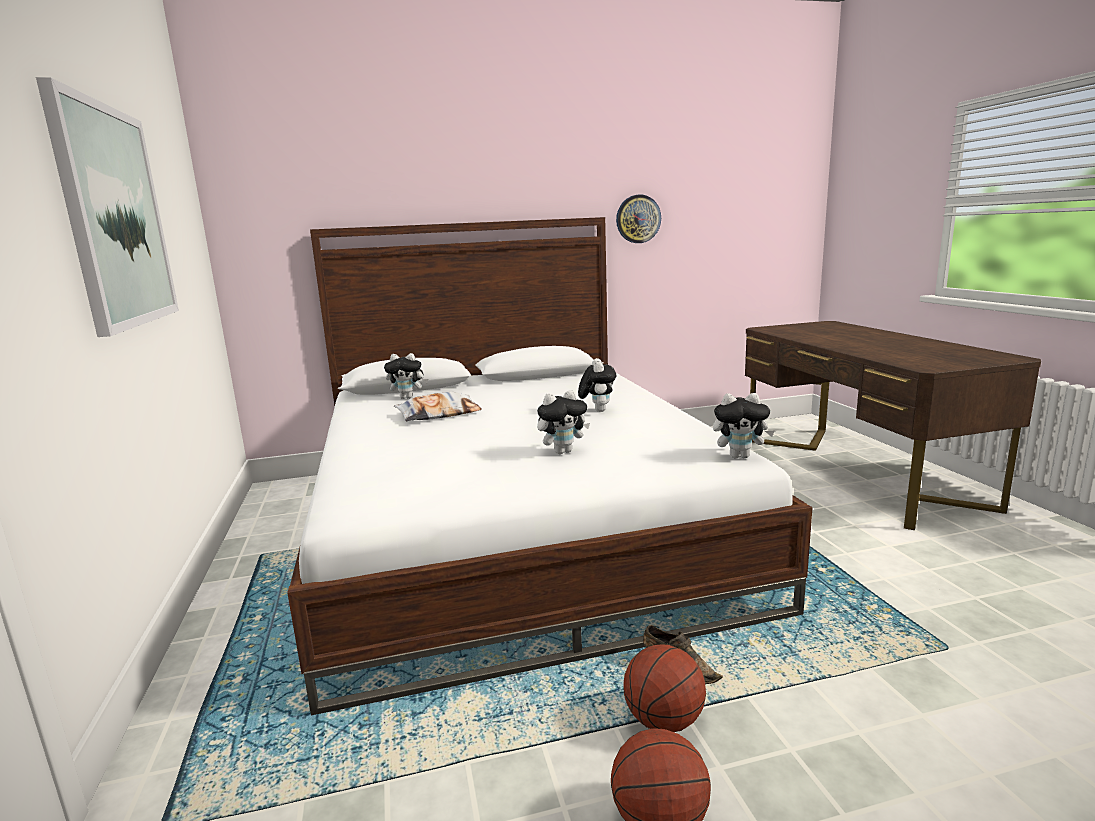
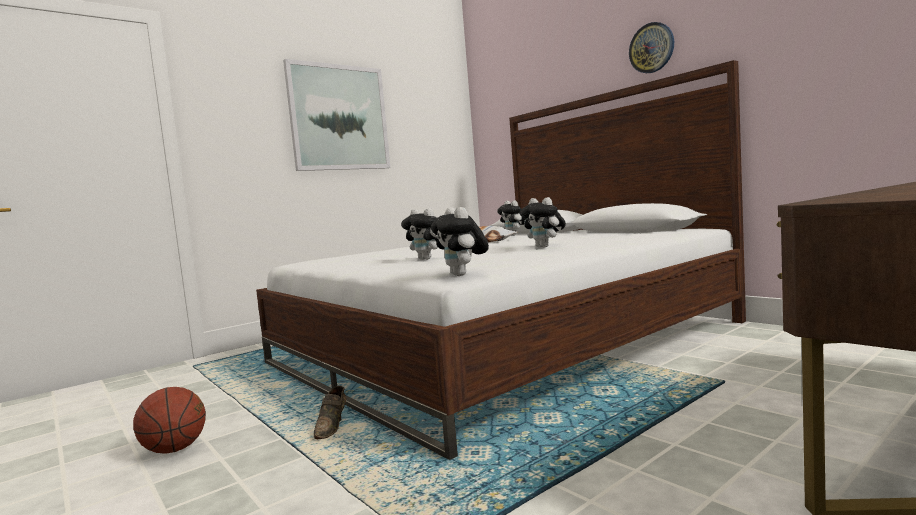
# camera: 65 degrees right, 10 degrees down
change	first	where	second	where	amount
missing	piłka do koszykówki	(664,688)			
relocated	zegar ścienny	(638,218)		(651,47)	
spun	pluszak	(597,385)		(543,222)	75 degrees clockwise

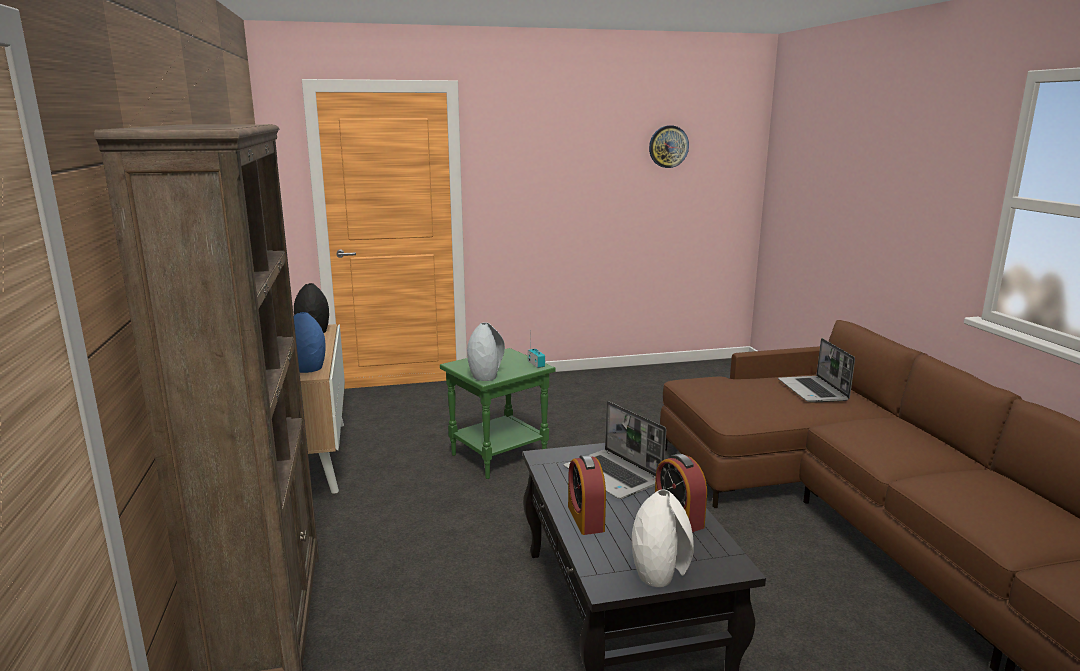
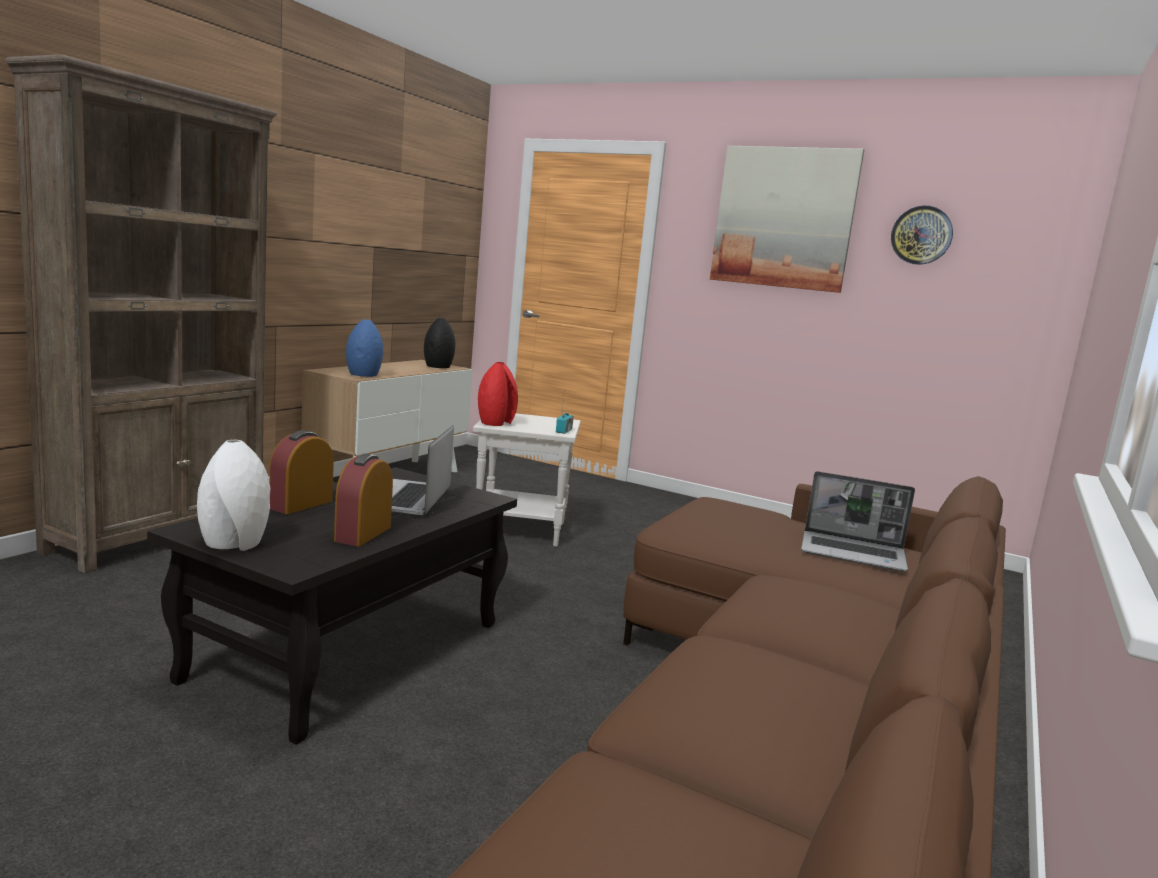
# camera: 40 degrees right, 5 degrees down
change	first	where	second	where	amount
appeared			obraz	(787,219)	
colour	stolik/zielony	(498,413)	stolik/biały	(527,480)	
colour	wazon/szary	(486,351)	wazon/czerwony	(498,394)	
spun	laptop	(816,370)		(858,521)	105 degrees counterclockwise

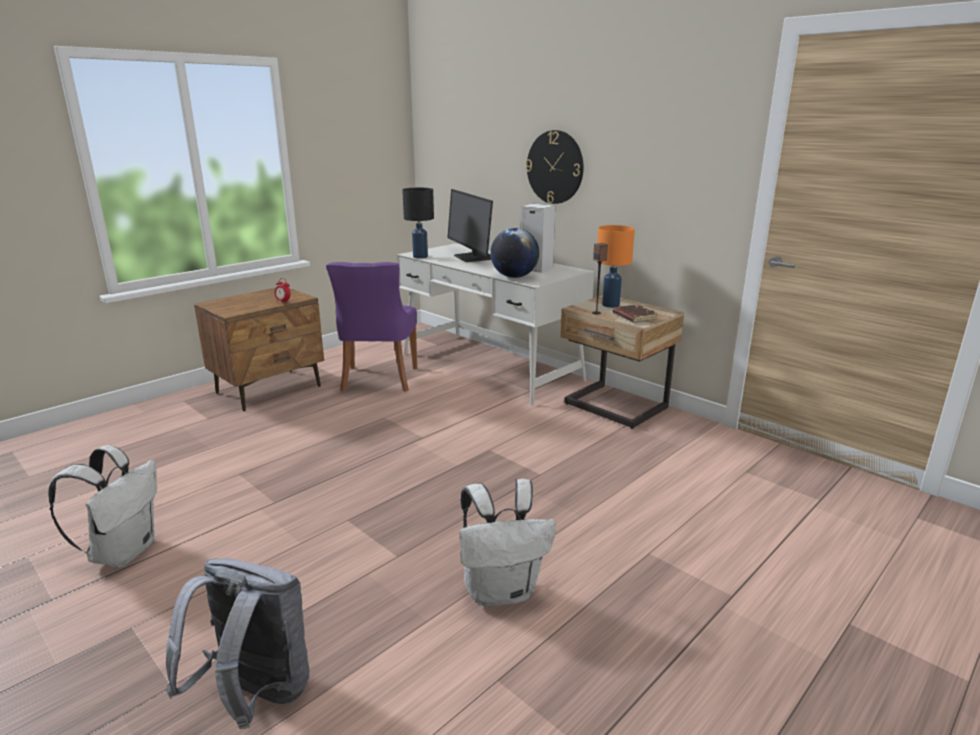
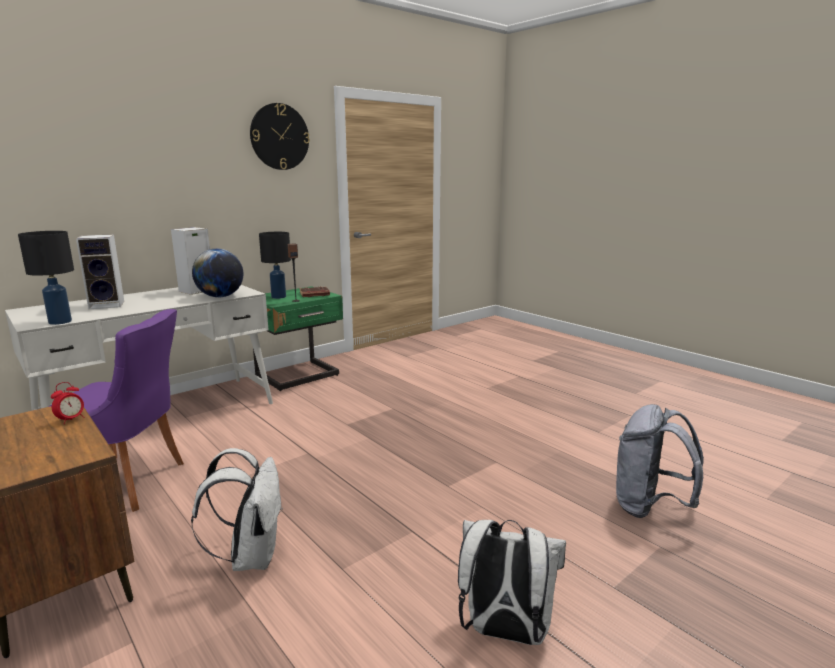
# camera: 85 degrees left, 5 degrees down
change	first	where	second	where	amount
relocated	plecak/biały	(508,543)		(237,509)	
relocated	zegar ścienny	(554,167)		(280,136)	
exchanged	monitor	(470,225)	głośnik	(100,272)	
colour	szafka nocna/beżowy	(622,362)	szafka nocna/zielony	(298,338)	
colour	lampa stołowa/pomarańczowy	(615,266)	lampa stołowa/czarny	(275,265)	

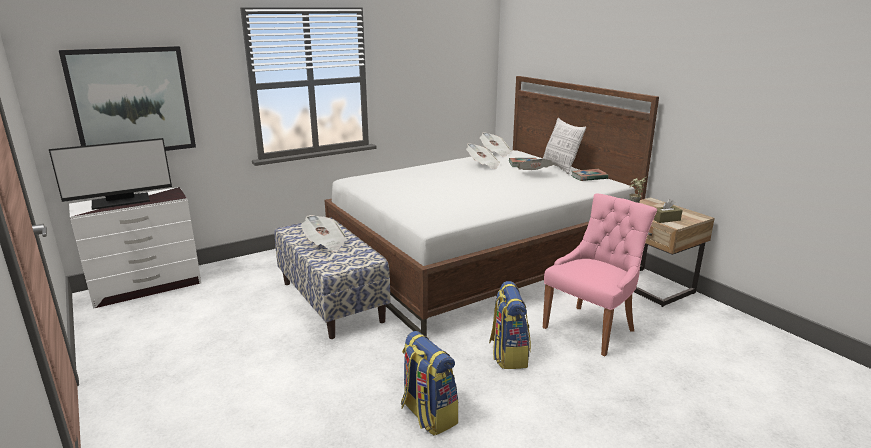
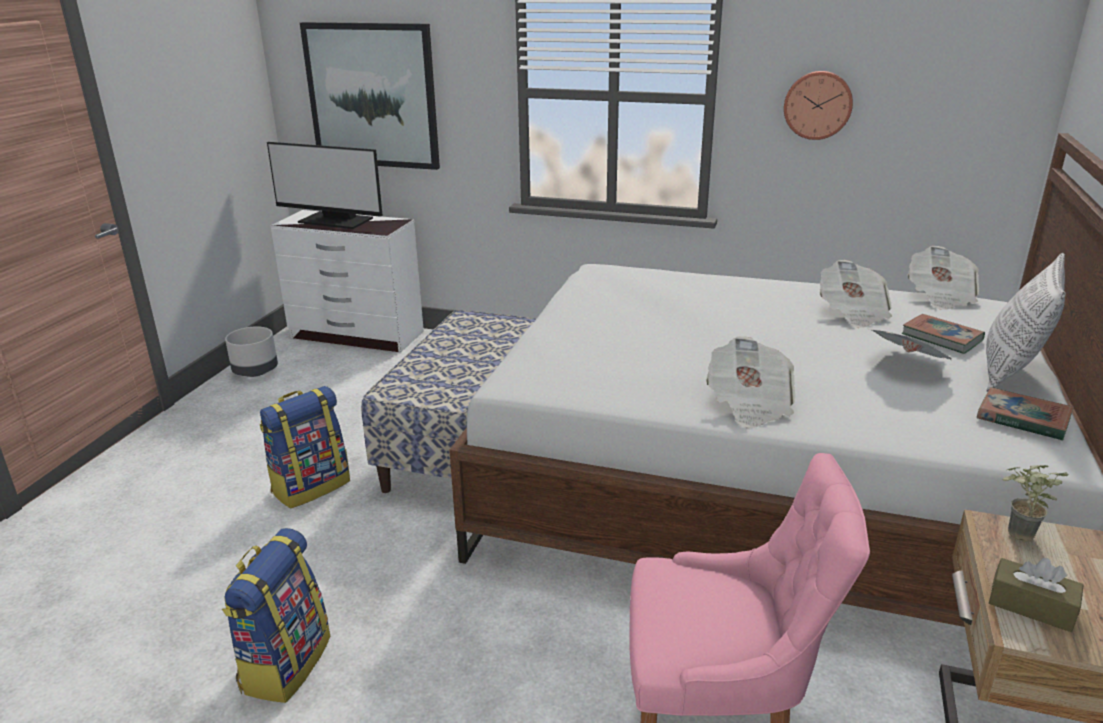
# camera: 50 degrees right, 5 degrees up
change	first	where	second	where	amount
appeared			donica/szary	(251,352)	
appeared			zegar ścienny	(818,105)	
relocated	gazeta	(324,233)		(750,382)	
relocated	plecak	(510,325)		(305,447)	

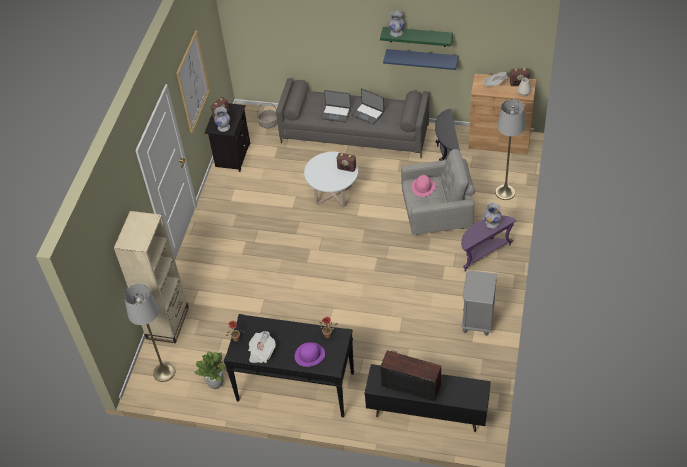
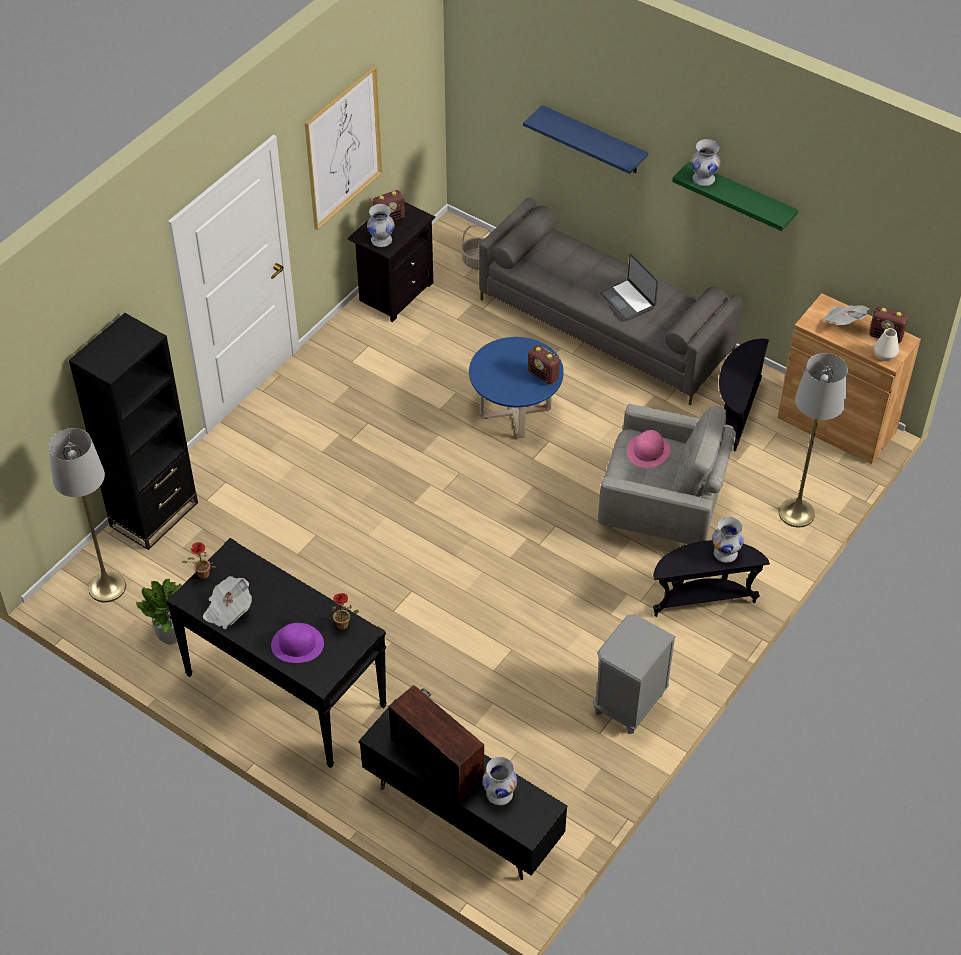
# camera: 20 degrees right, 0 degrees up
change	first	where	second	where	amount
missing	laptop	(336,106)			
appeared			wazon/biały	(499,781)	
relocated	półka/niebieski	(420,59)		(585,139)	
colour	regał/beżowy	(151,277)	regał/czarny	(133,431)	
colour	ława/biały	(331,179)	ława/niebieski	(516,387)	
colour	stolik/fioletowy	(489,243)	stolik/czarny	(711,578)	

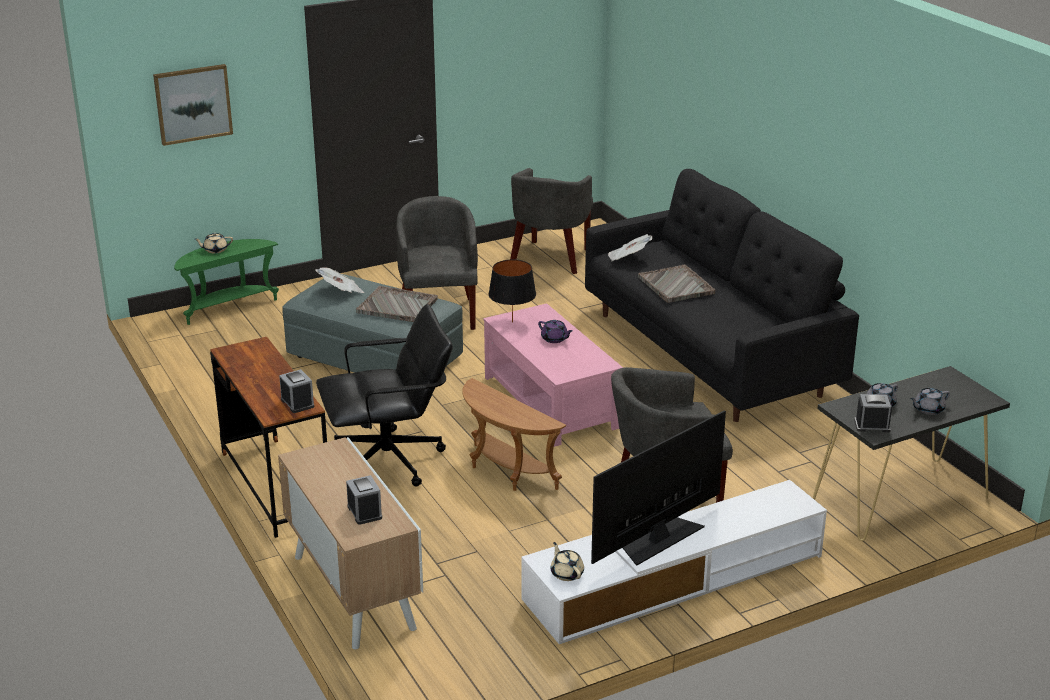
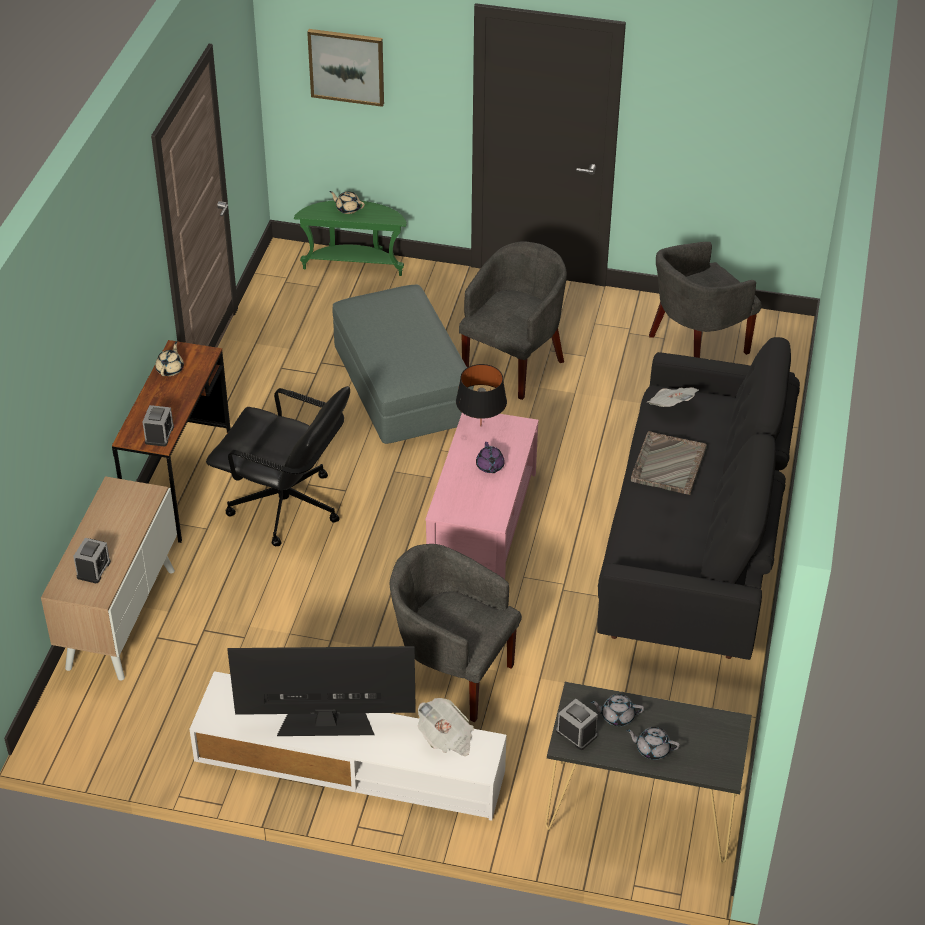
# camera: 40 degrees right, 15 degrees up
change	first	where	second	where	amount
missing	taca/szary	(397,304)			
missing	stolik/brązowy	(514,434)			
relocated	gazeta	(340,280)		(446,727)	
relocated	imbryk/beżowy	(567,561)		(169,359)	

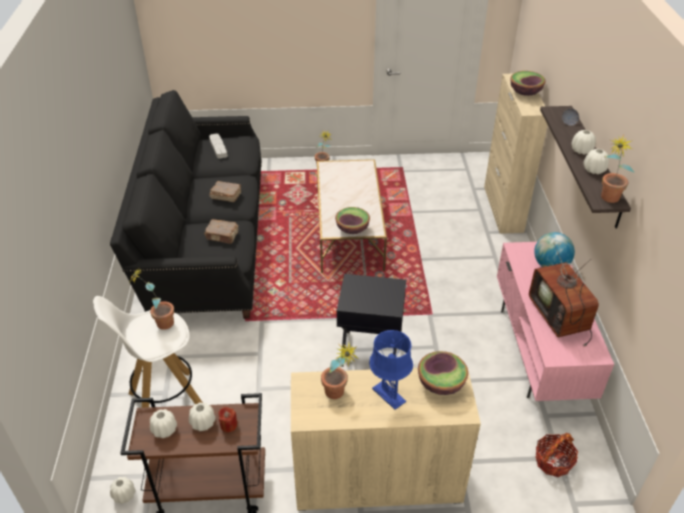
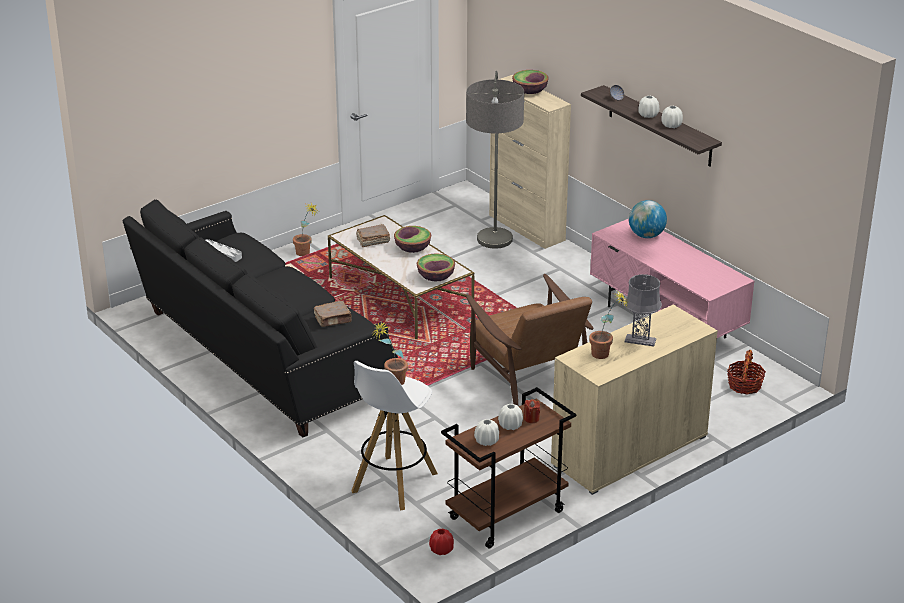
# camera: 35 degrees left, 10 degrees down
change	first	where	second	where	amount
missing	telewizor	(564,295)			
missing	roślina doniczkowa	(617,169)			
appeared			lampa stojąca	(495,160)	
relocated	książka/brązowy	(225,191)		(373,235)	
relocated	miska	(443,373)		(412,239)	
exchanged	stolik/czarny	(371,320)	fotel/brązowy	(530,340)	
colour	wazon/biały	(123,490)	wazon/czerwony	(441,542)	
colour	lampa stołowa/niebieski	(391,370)	lampa stołowa/szary	(643,310)	

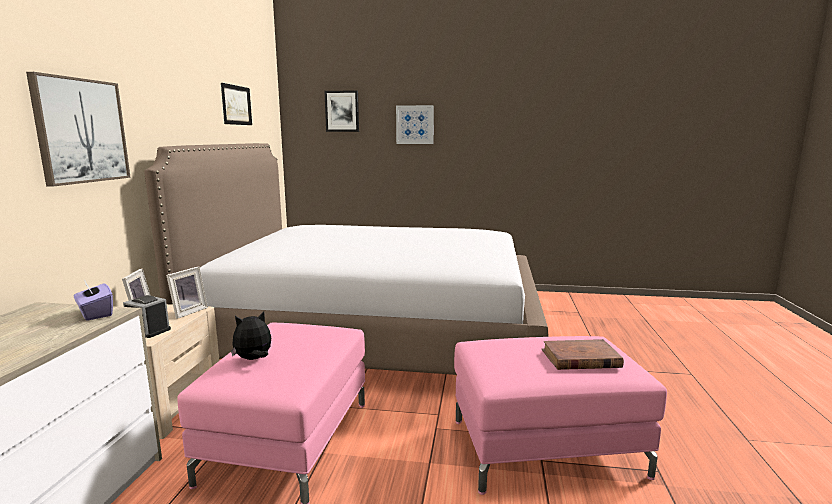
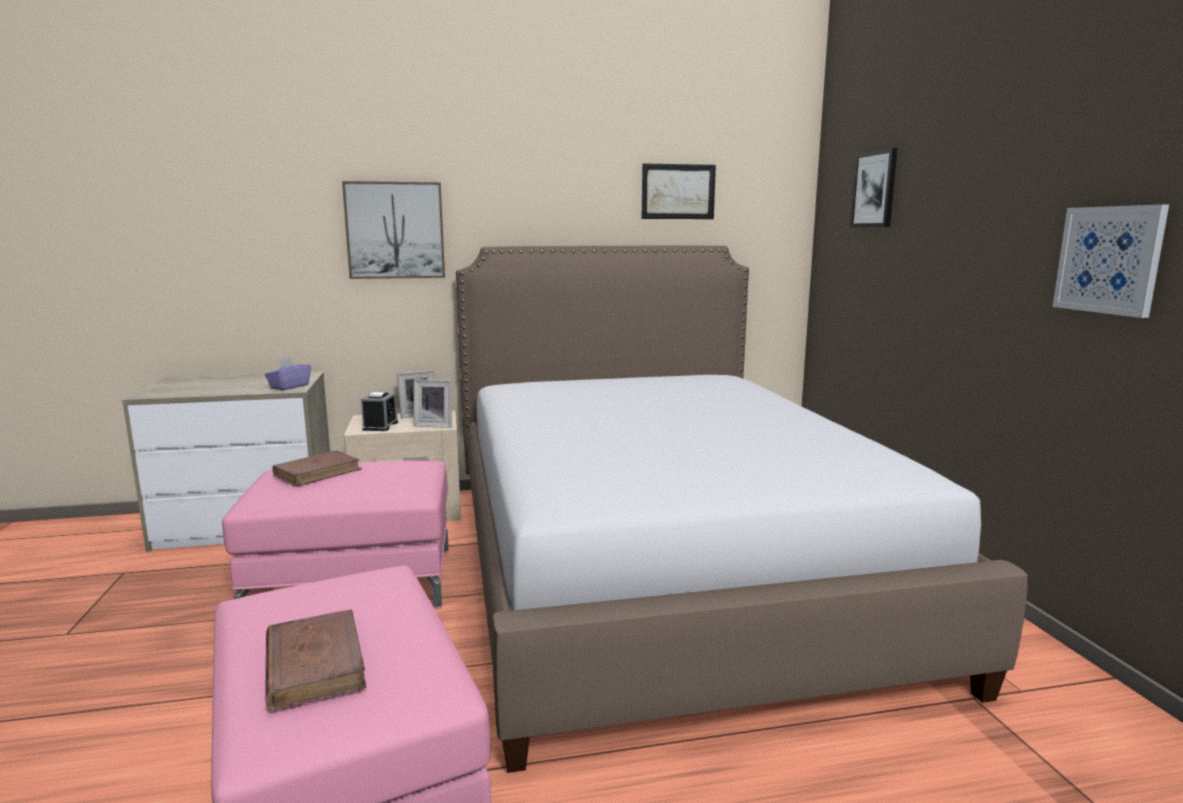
# camera: 70 degrees right, 0 degrees up
change	first	where	second	where	amount
relocated	obraz	(415,124)		(1111,261)	
exchanged	pluszak	(251,336)	książka/brązowy	(317,468)	

